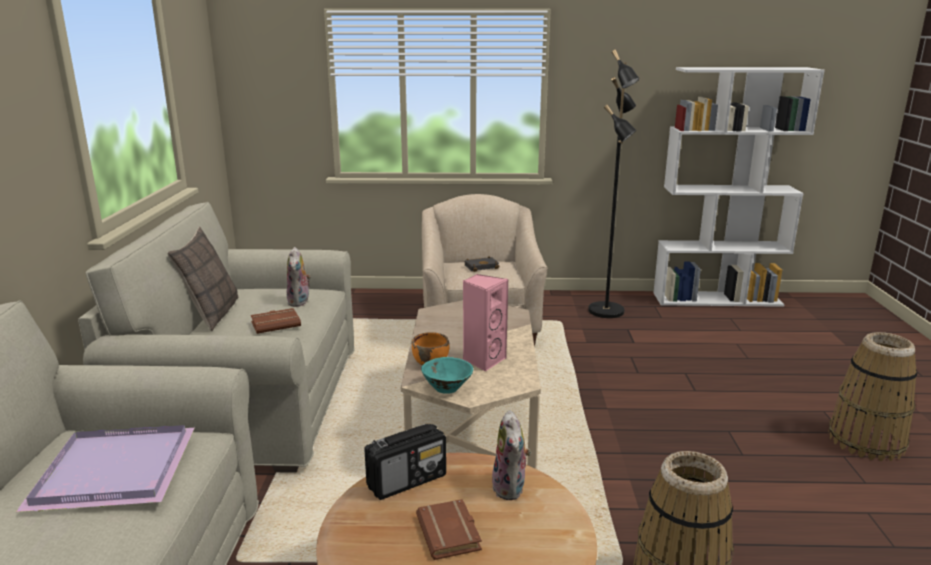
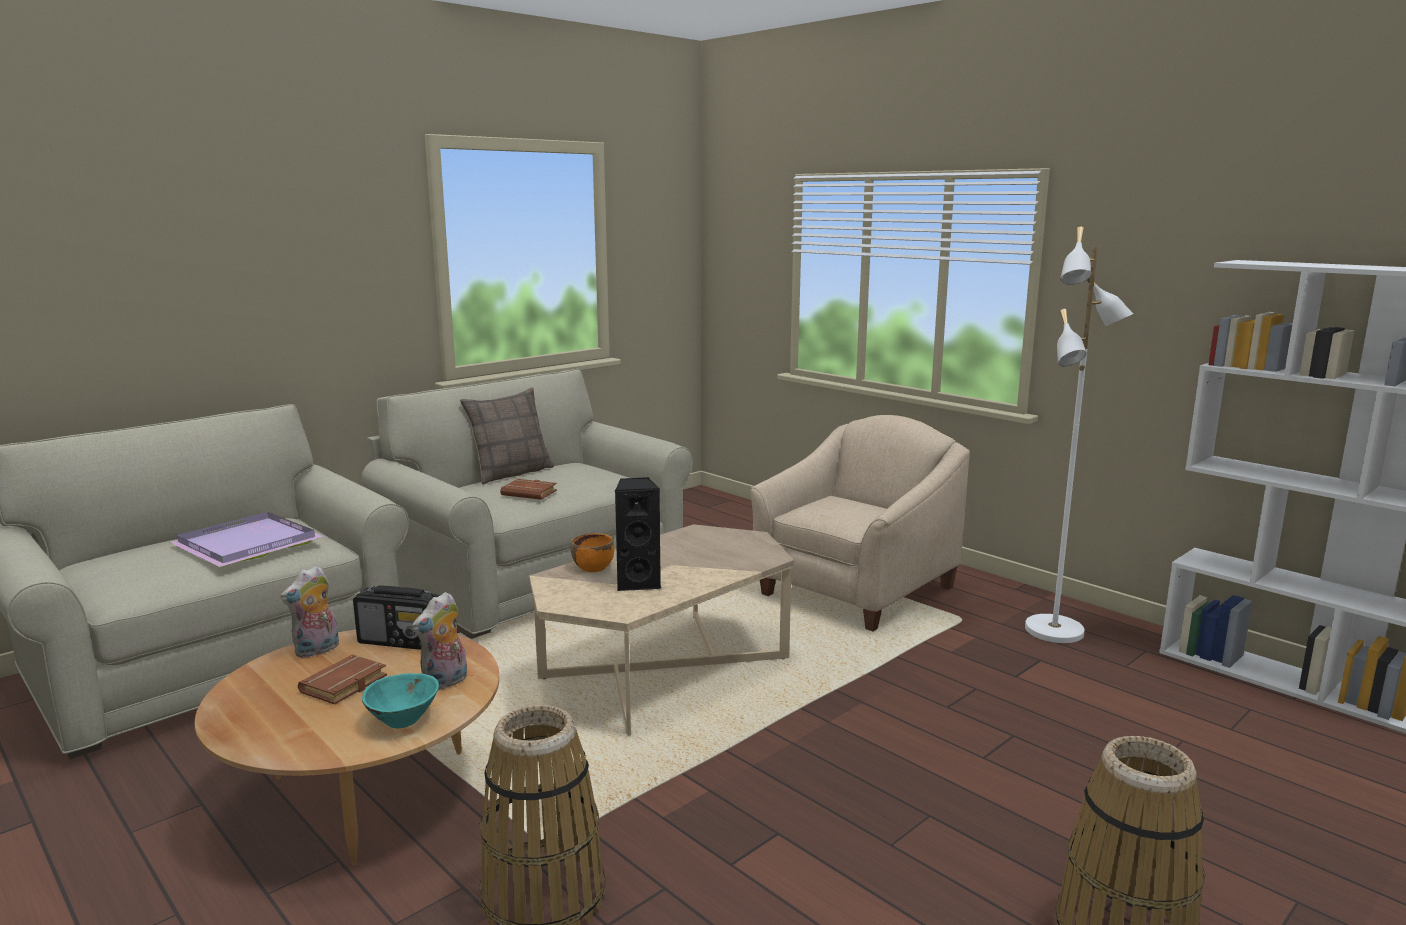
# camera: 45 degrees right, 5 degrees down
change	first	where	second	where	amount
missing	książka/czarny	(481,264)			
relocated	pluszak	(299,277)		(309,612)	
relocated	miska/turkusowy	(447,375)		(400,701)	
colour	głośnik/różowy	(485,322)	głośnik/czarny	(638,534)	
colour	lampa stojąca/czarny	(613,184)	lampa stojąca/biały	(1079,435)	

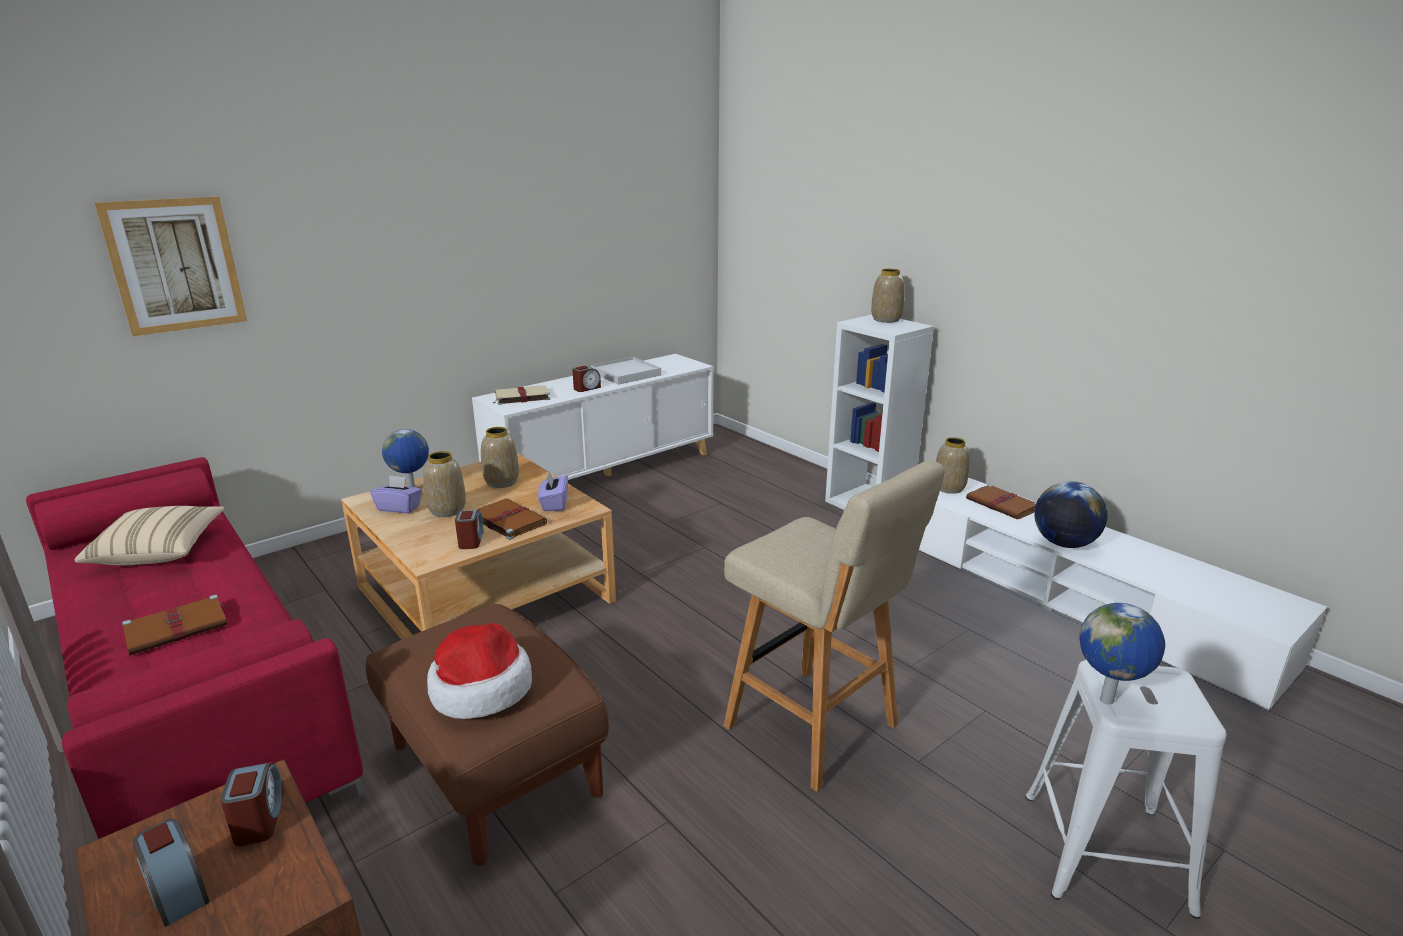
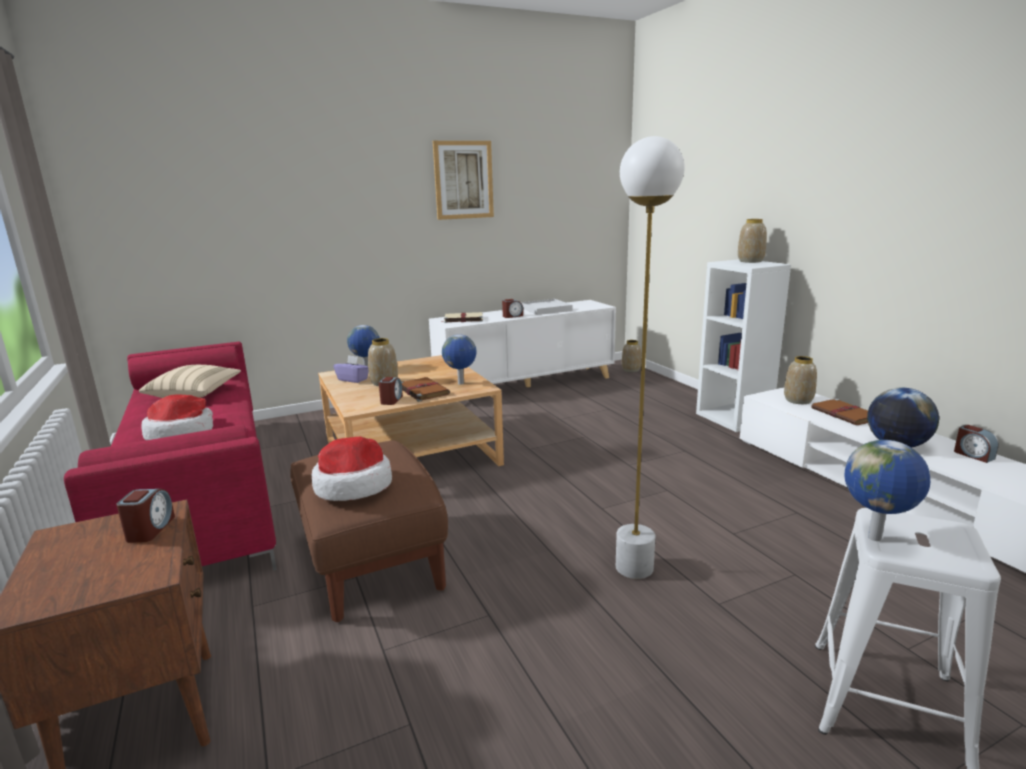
# camera: 15 degrees right, 5 degrees down
change	first	where	second	where	amount
relocated	obraz	(171,266)		(463,180)	
relocated	budzik	(171,873)		(976,444)	
relocated	wazon	(500,457)		(632,356)	
exchanged	książka/brązowy	(176,625)	kapelusz	(177,417)	
exchanged	pudełko chusteczek/fioletowy	(553,491)	globus	(459,359)	
exchanged	stołek/beżowy	(834,626)	lampa stojąca/biały	(650,357)	

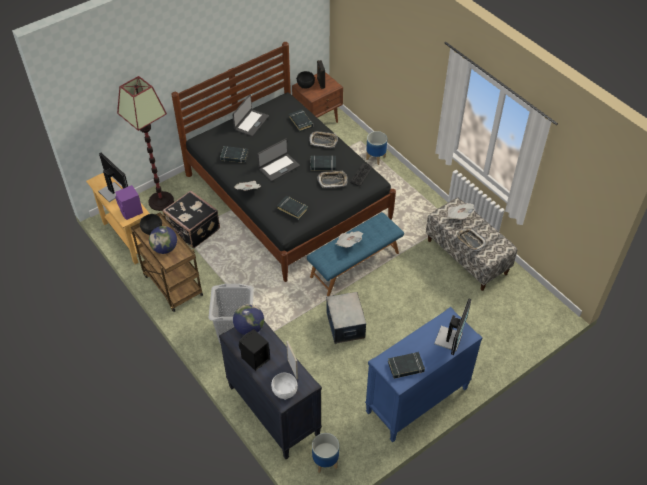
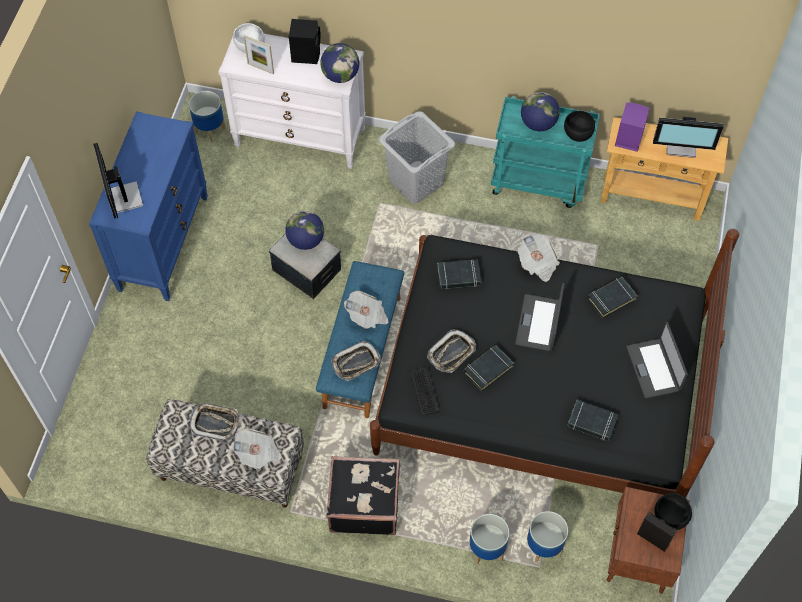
# camera: 140 degrees right, 10 degrees up
change	first	where	second	where	amount
missing	lampa stojąca	(145,143)			
missing	książka/czarny	(406,365)			
appeared			globus	(304,230)	
appeared			donica	(547,537)	
relocated	walizka/czarny	(191,219)		(363,495)	
relocated	taca	(323,139)		(356,361)	
colour	wózek/brązowy	(167,262)	wózek/turkusowy	(545,152)	
colour	komoda/czarny	(270,390)	komoda/biały	(292,98)	

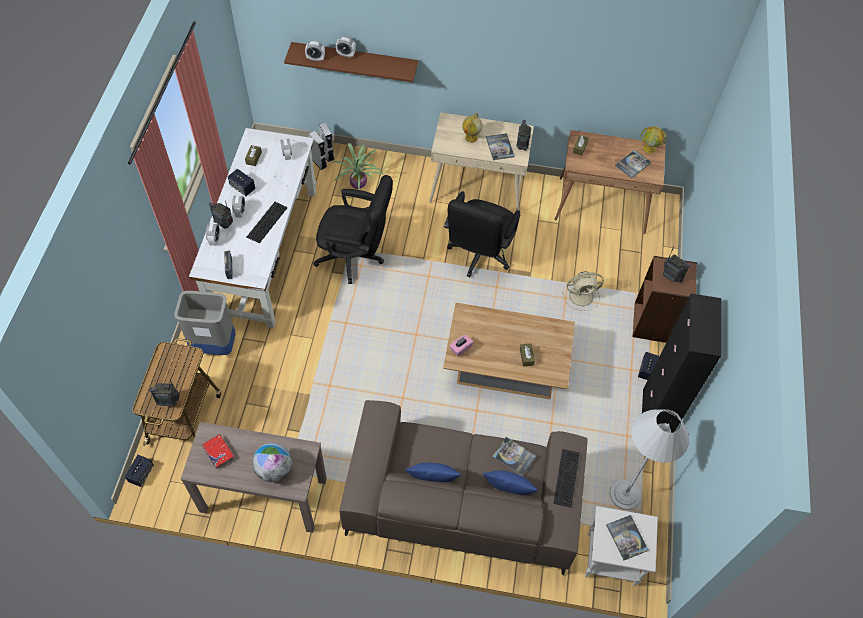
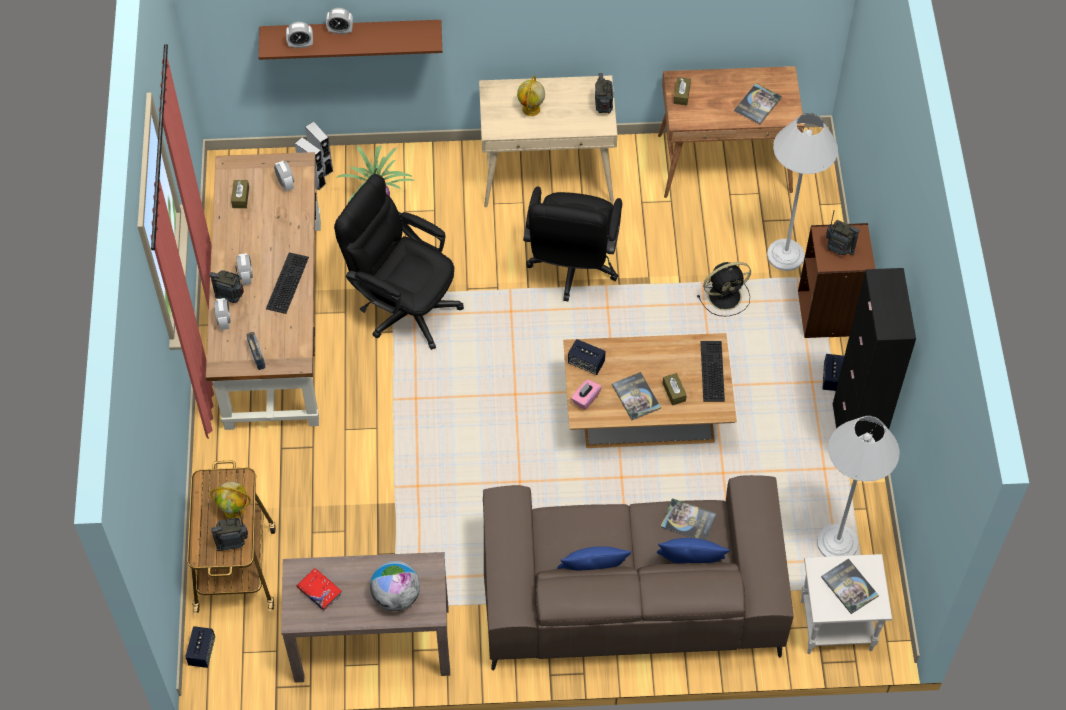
# camera: 10 degrees left, 0 degrees up
change	first	where	second	where	amount
missing	kosz na śmieci/szary	(205,323)			
appeared			lampa stojąca/biały	(802,192)	
relocated	głośnik	(241,182)		(587,357)	
relocated	książka	(500,146)		(636,396)	
relocated	klawiatura	(566,478)		(712,371)	
relocated	globus	(654,140)		(230,500)	
colour	biurko/biały	(252,228)	biurko/brązowy	(263,291)	
colour	wentylator/beżowy	(583,291)	wentylator/czarny	(724,289)	
spun	krzesło biurowe/czarny	(353,229)		(399,262)	150 degrees counterclockwise

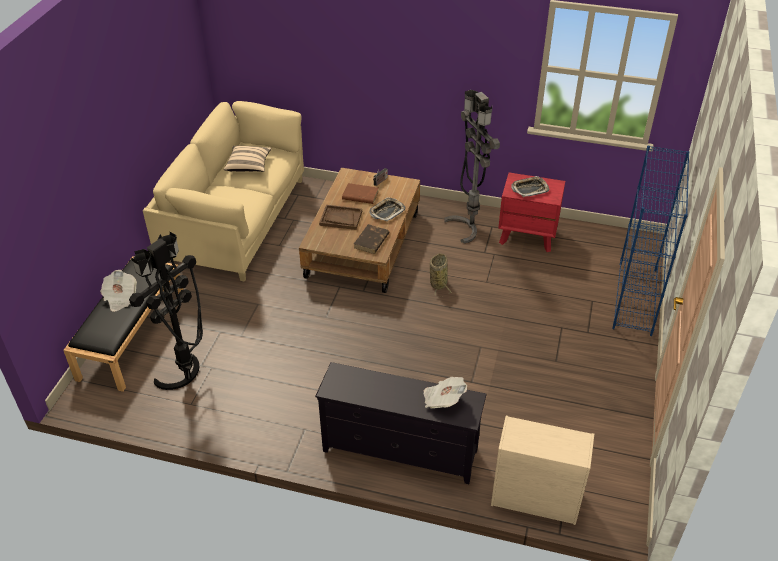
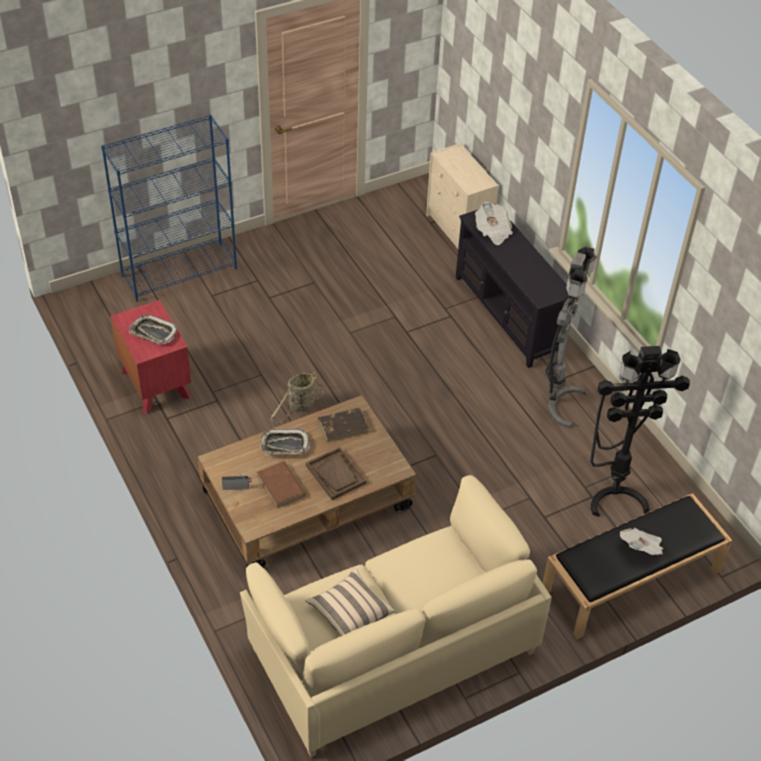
# camera: 135 degrees left, 5 degrees up
change	first	where	second	where	amount
relocated	lampa stojąca/szary	(472,167)		(571,337)	

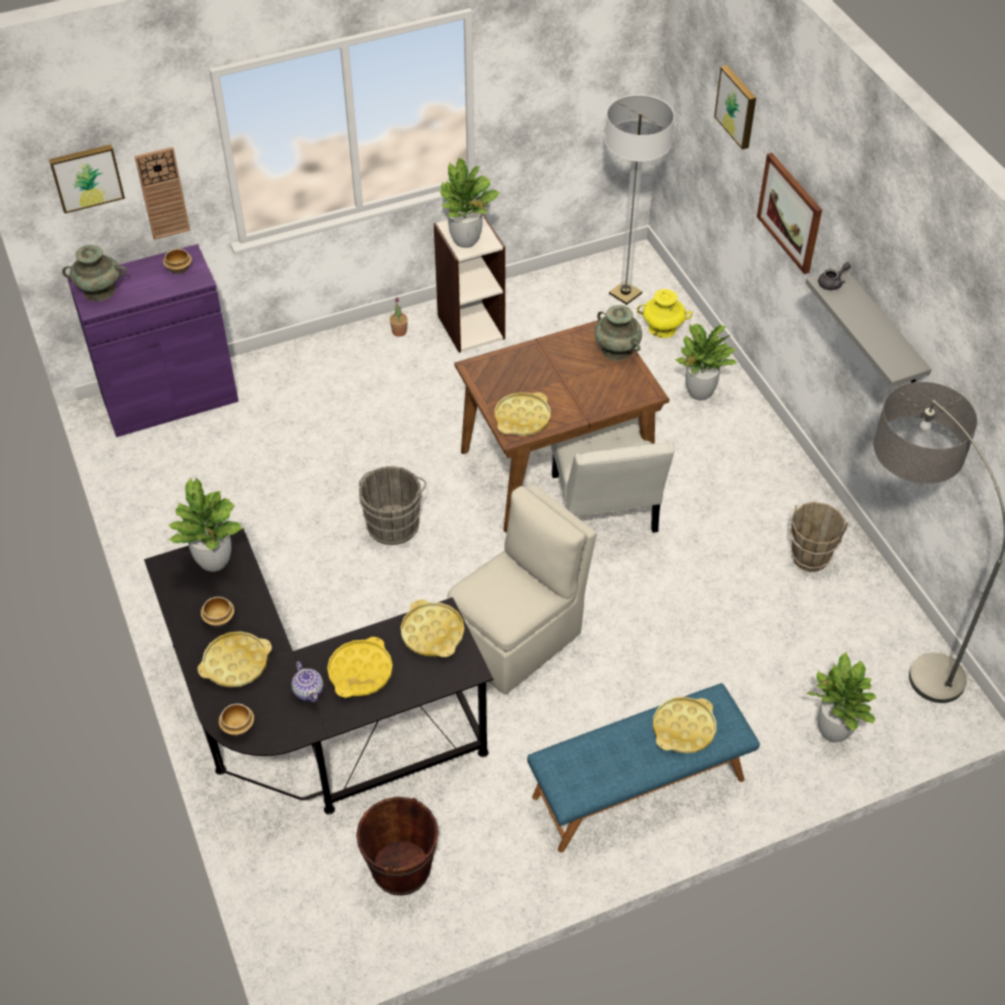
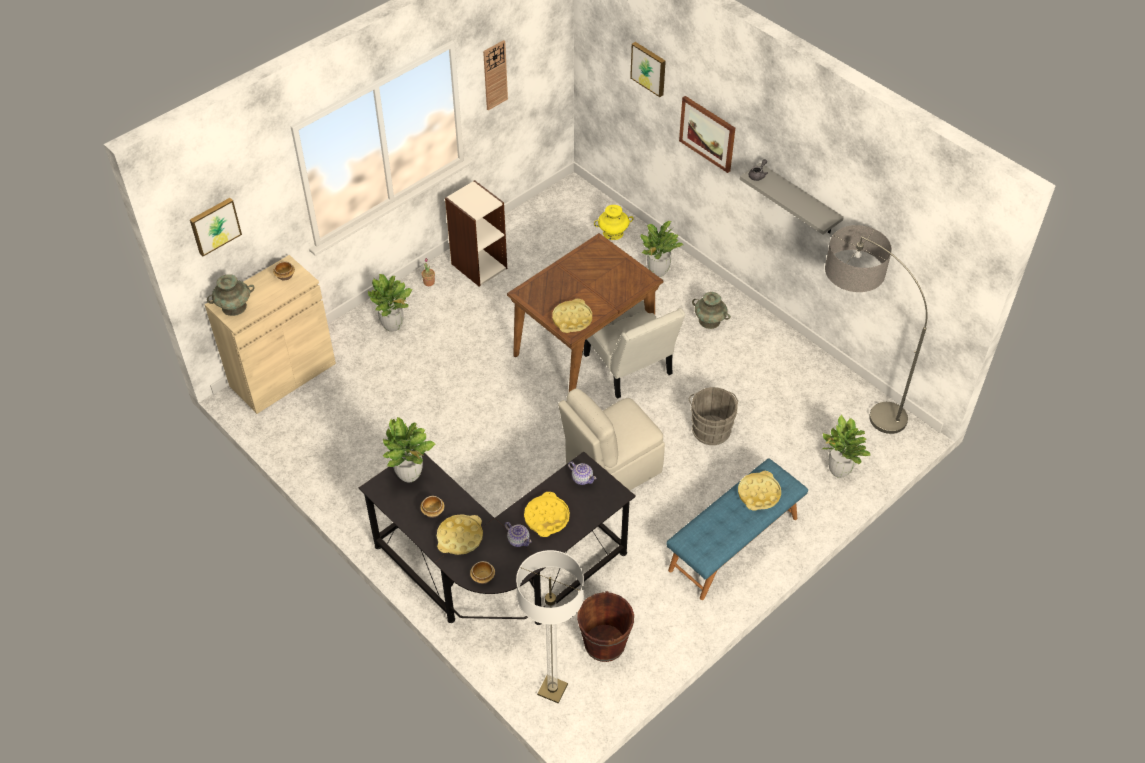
# camera: 20 degrees left, 0 degrees up
change	first	where	second	where	amount
missing	wiadro/brązowy	(819,537)			
relocated	zegar ścienny	(162,193)		(495,75)	
relocated	wiadro/szary	(392,505)		(713,416)	
relocated	roślina doniczkowa	(470,202)		(390,303)	
relocated	wazon/turkusowy	(618,333)		(711,310)	
relocated	lampa stojąca	(640,200)		(550,627)	
exchanged	taca/żółty	(432,629)	imbryk	(582,473)	
colour	szafka/fioletowy	(153,340)	szafka/beżowy	(270,334)	
spun	krzesło/beżowy	(522,589)		(611,439)	150 degrees counterclockwise

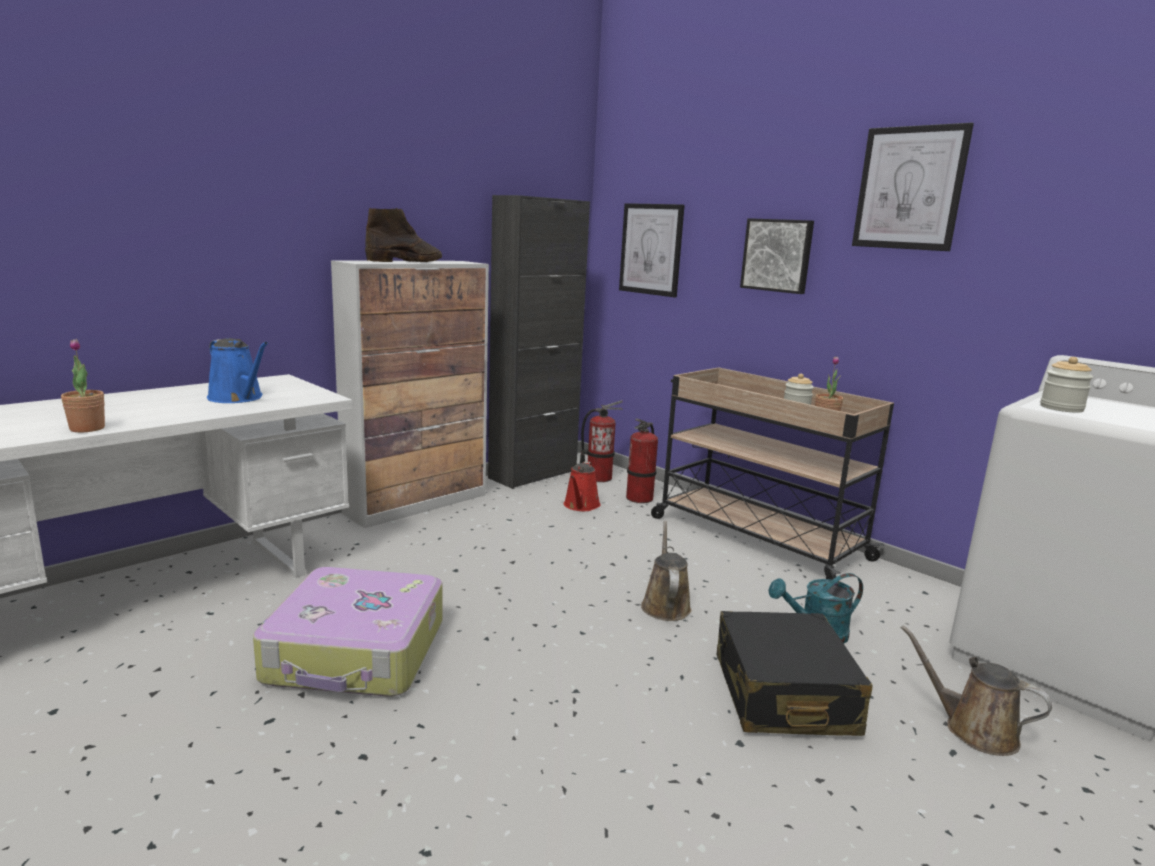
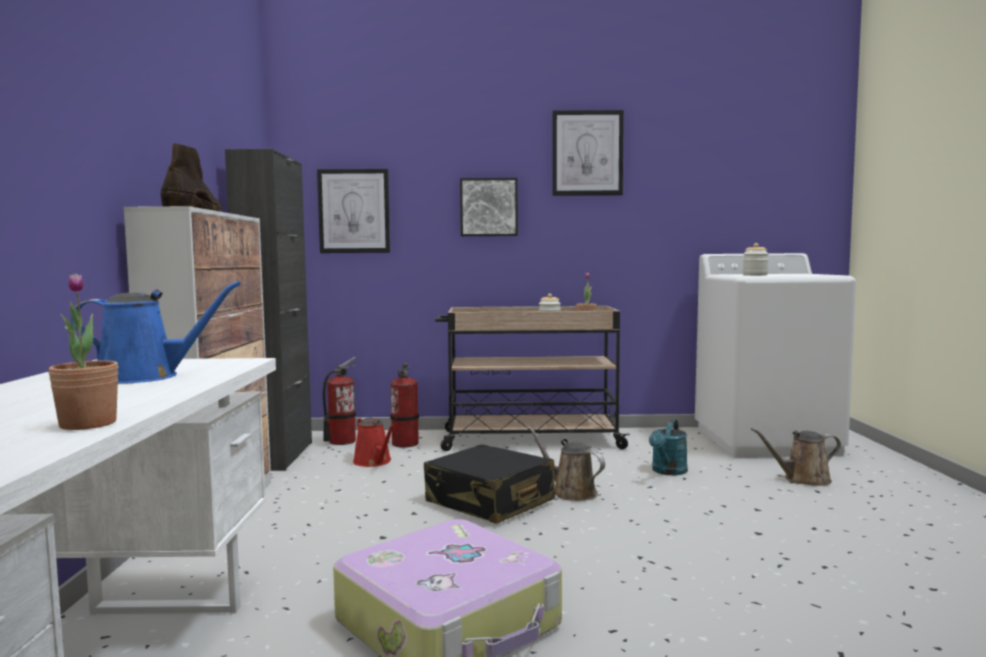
# camera: 45 degrees left, 10 degrees down
change	first	where	second	where	amount
relocated	walizka/czarny	(794,673)		(489,484)	

